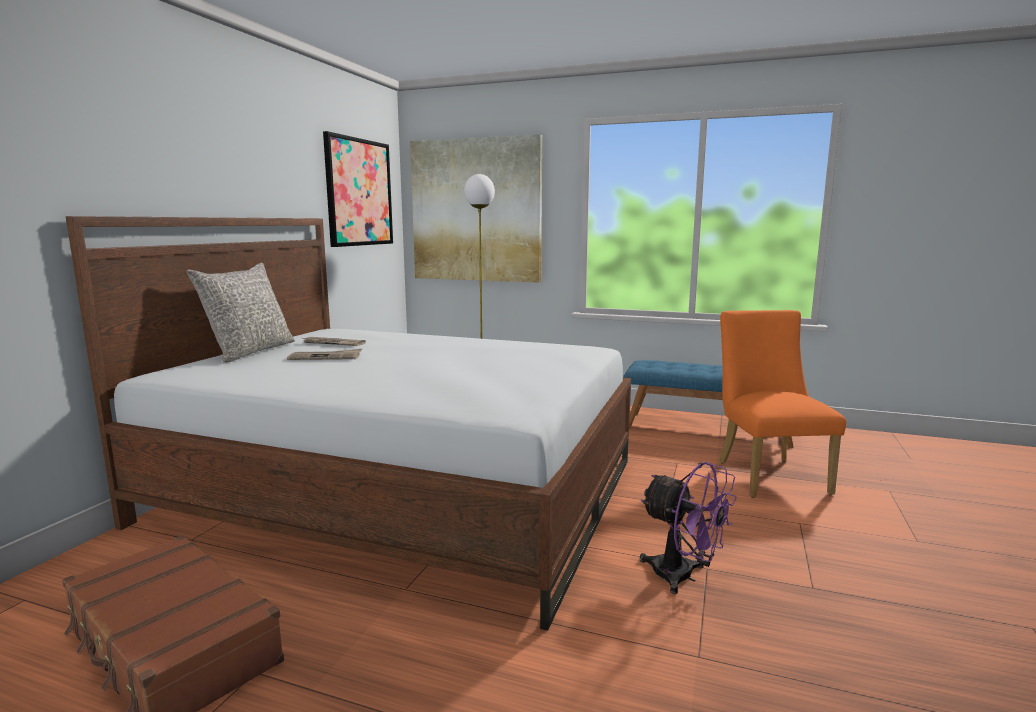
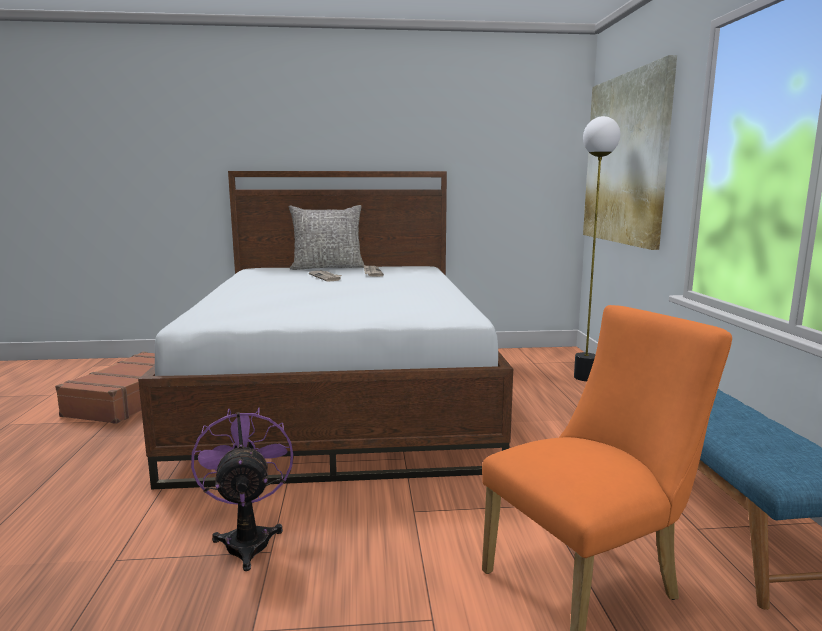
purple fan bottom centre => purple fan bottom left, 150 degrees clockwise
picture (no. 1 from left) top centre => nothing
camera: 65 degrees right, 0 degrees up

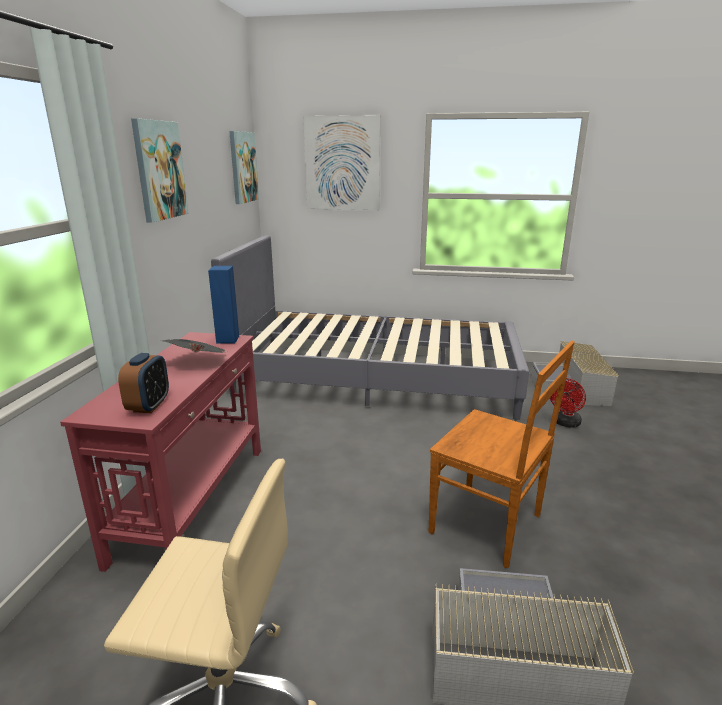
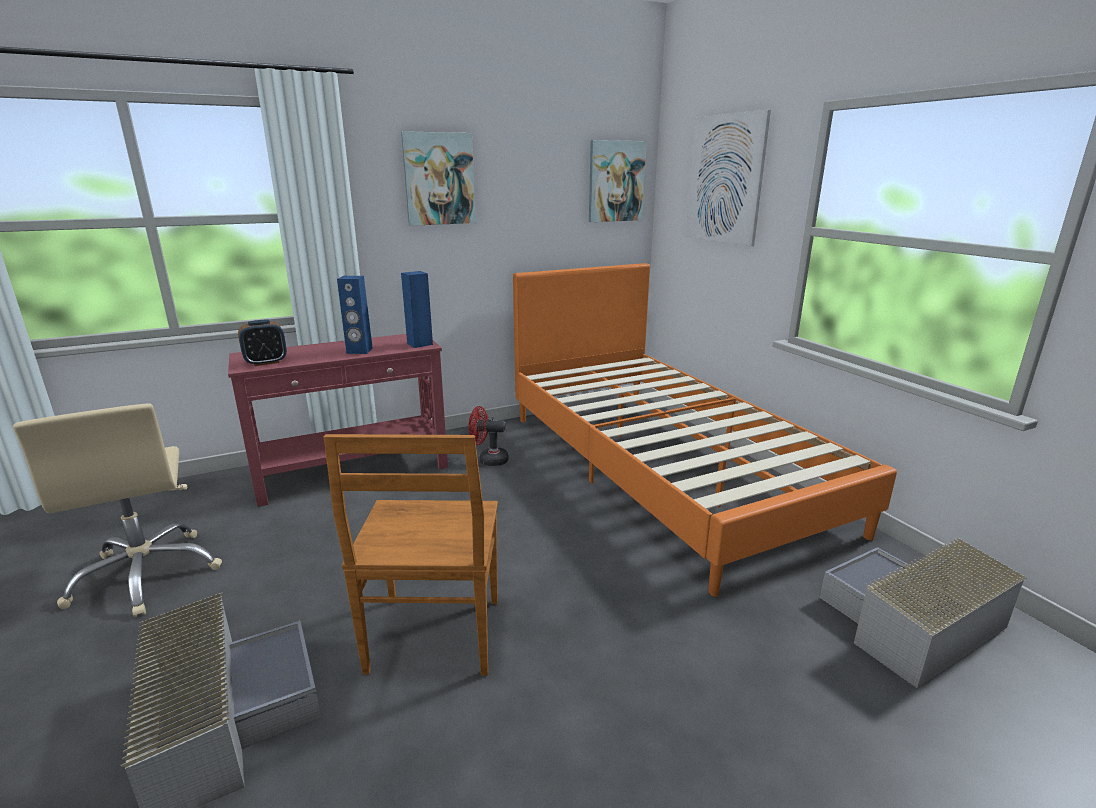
newspaper middle left => blue speaker (no. 1 from left) middle left
red fan middle right => red fan centre, relocated
grey bed centre => orange bed centre
camera: 55 degrees right, 0 degrees up

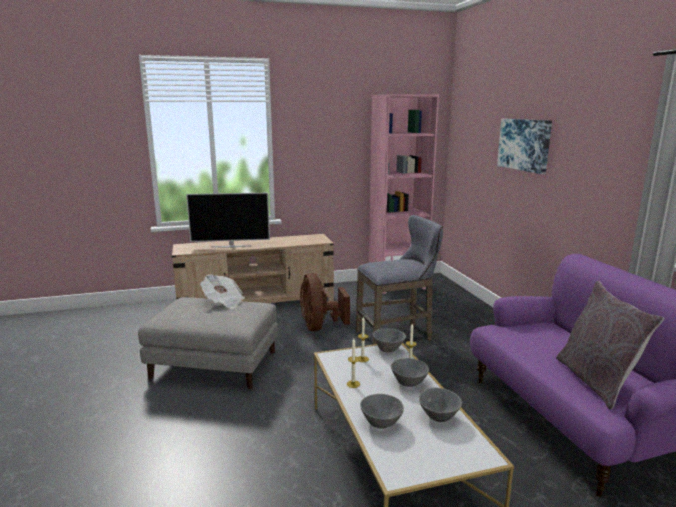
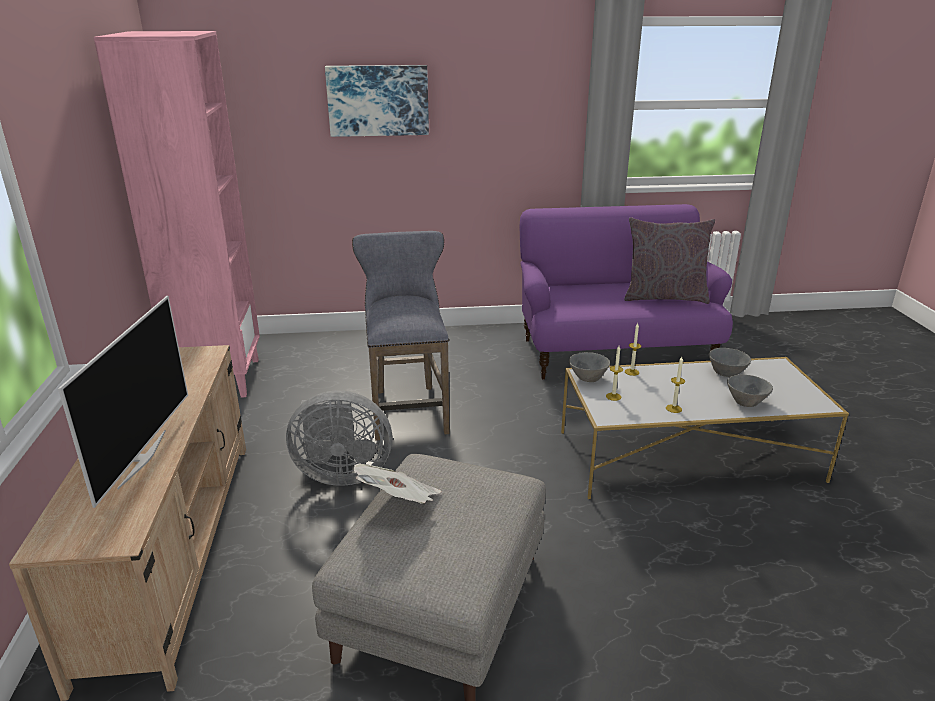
brown fan centre => grey fan centre
grey bowl (no. 3 from left) bottom centre => nothing
camera: 80 degrees left, 10 degrees up

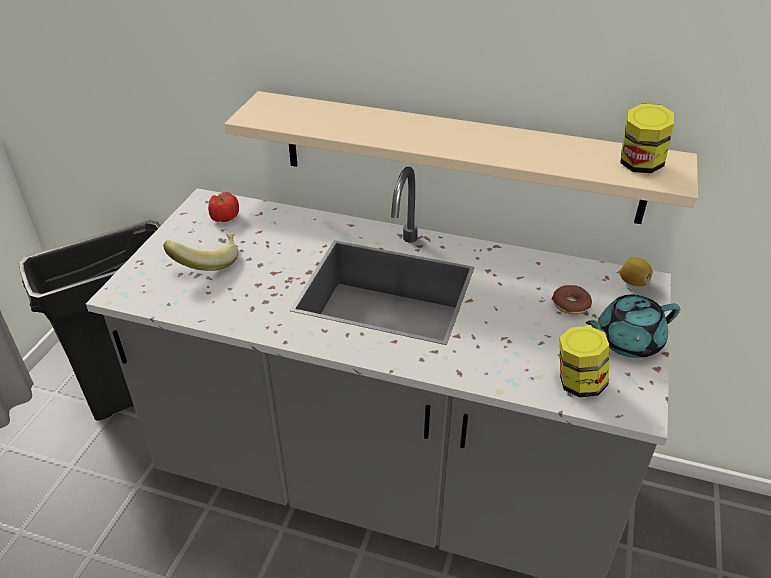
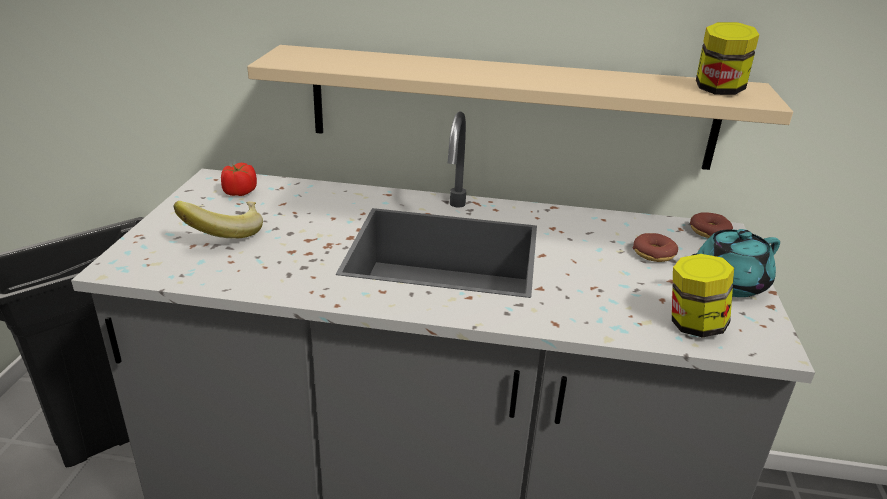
lemon middle right => donut (no. 2 from left) middle right
camera: 10 degrees left, 10 degrees down

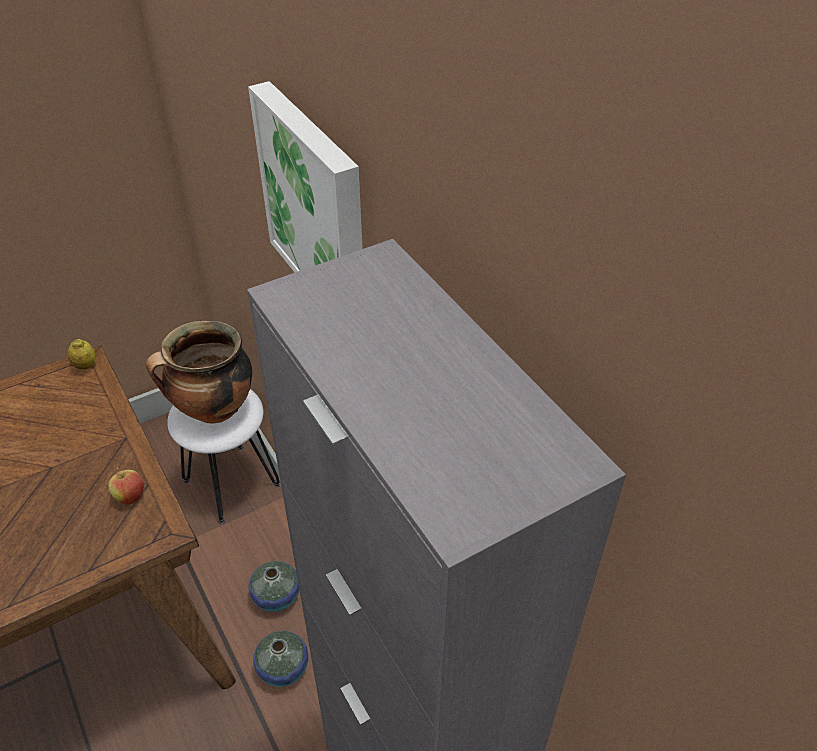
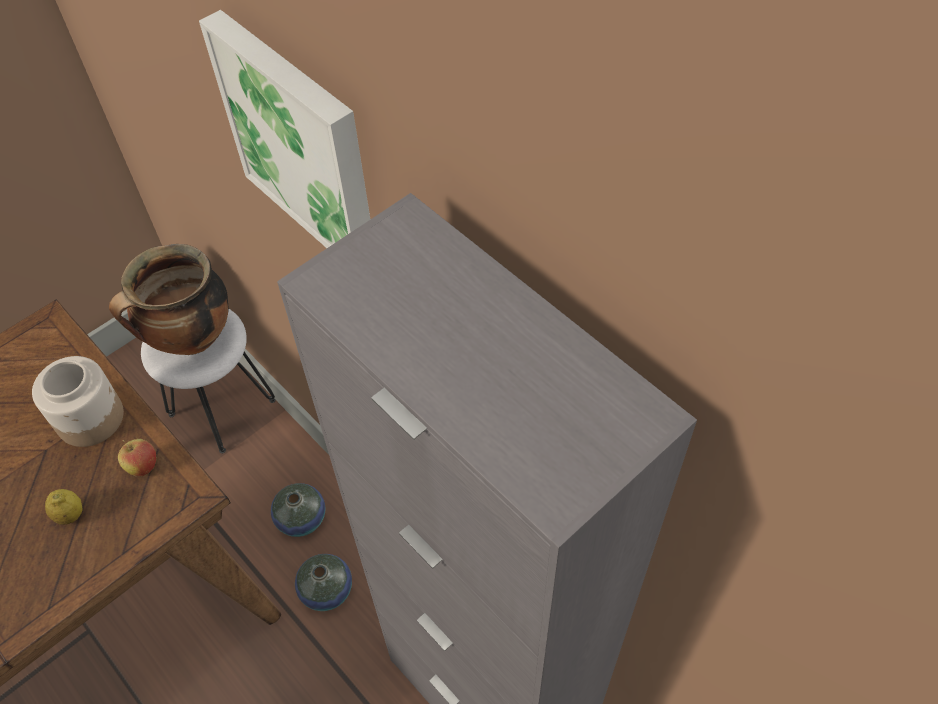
nothing => jar middle left
lemon middle left => lemon bottom left, relocated
camera: 10 degrees left, 10 degrees up

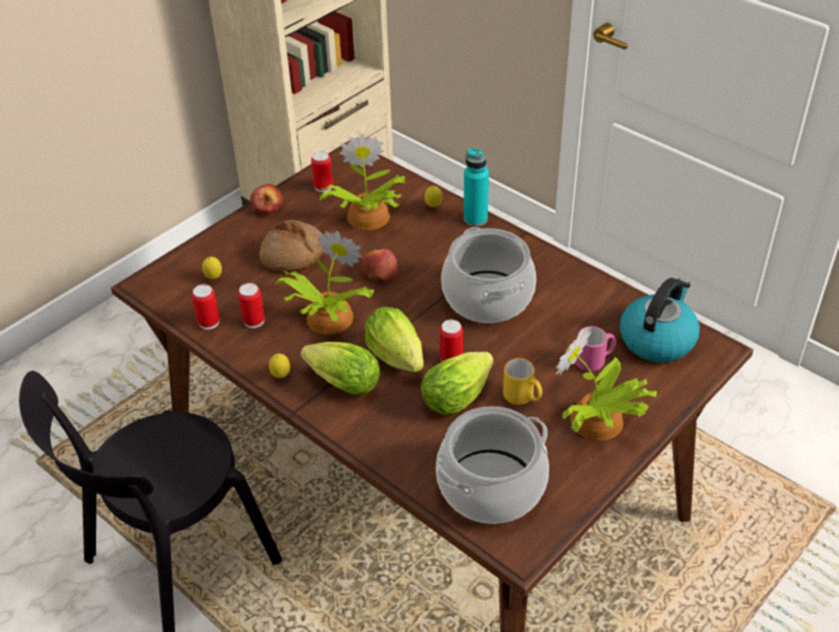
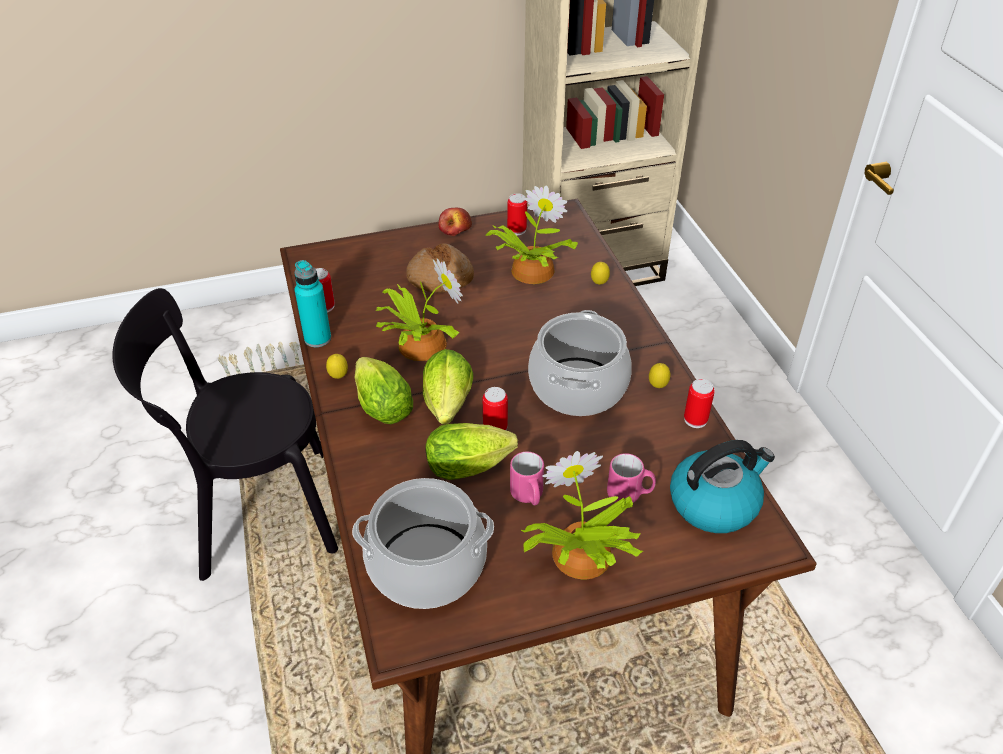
turquoise bottle top centre => turquoise bottle middle left, relocated
yellow mug centre => pink mug (no. 1 from left) centre
lemon (no. 1 from left in the first image) middle left => lemon (no. 3 from left) centre, relocated
can (no. 2 from left in the first image) middle left => can (no. 4 from left) middle right, relocated
apple (no. 2 from left) centre => nothing
camera: 30 degrees right, 0 degrees up

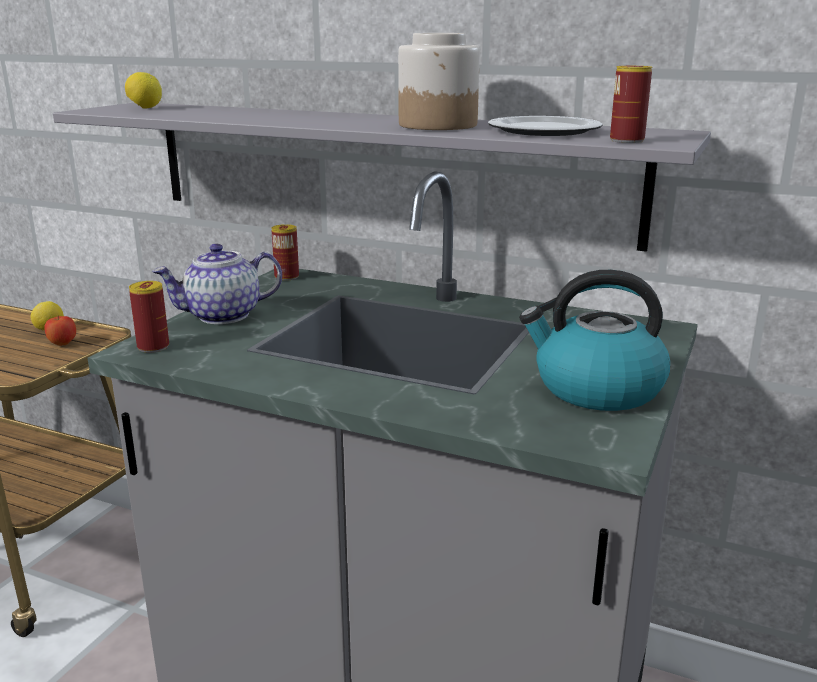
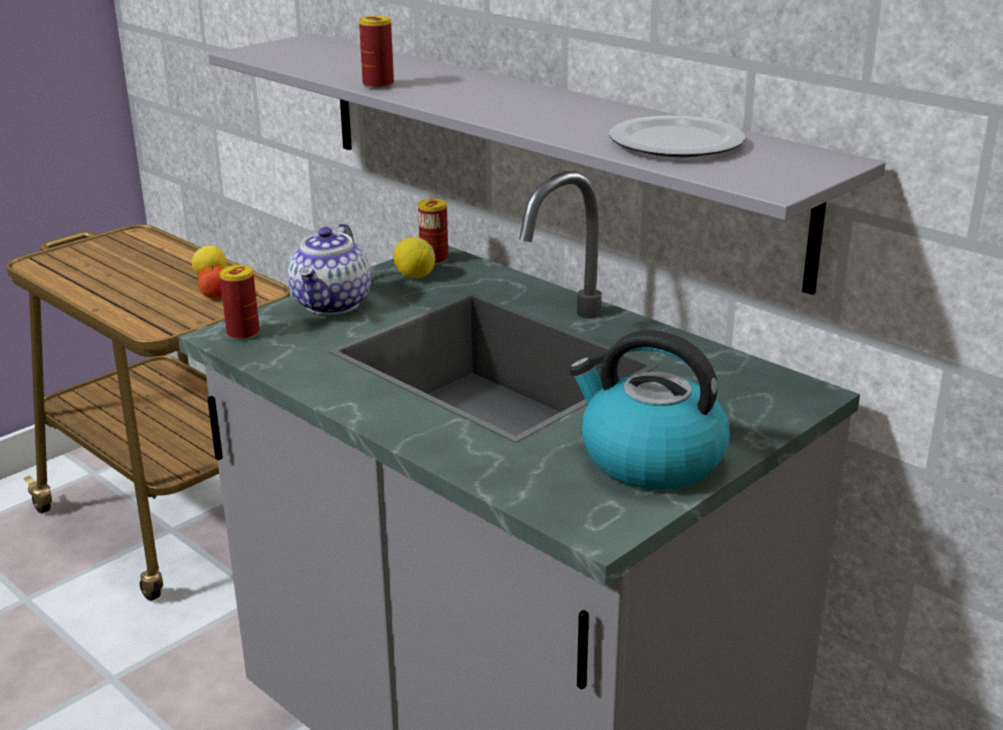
teapot middle left, 75 degrees counterclockwise
can (no. 3 from left in the first image) top right => can (no. 2 from left) top centre, relocated
lemon (no. 2 from left) top left => lemon (no. 2 from left) centre, relocated
jar top centre => nothing
camera: 20 degrees right, 5 degrees up

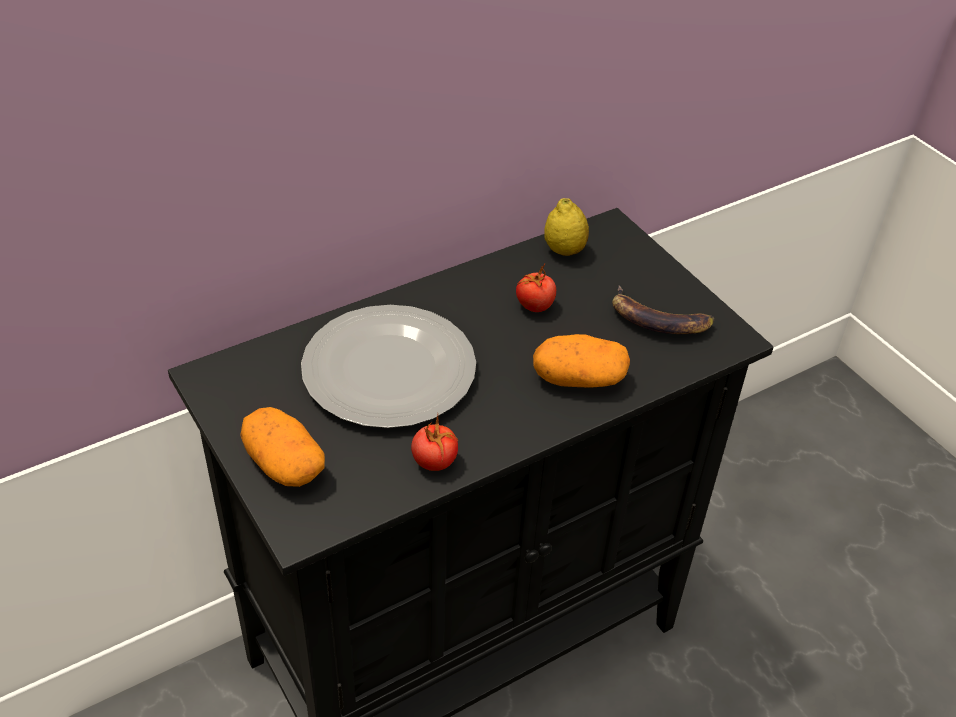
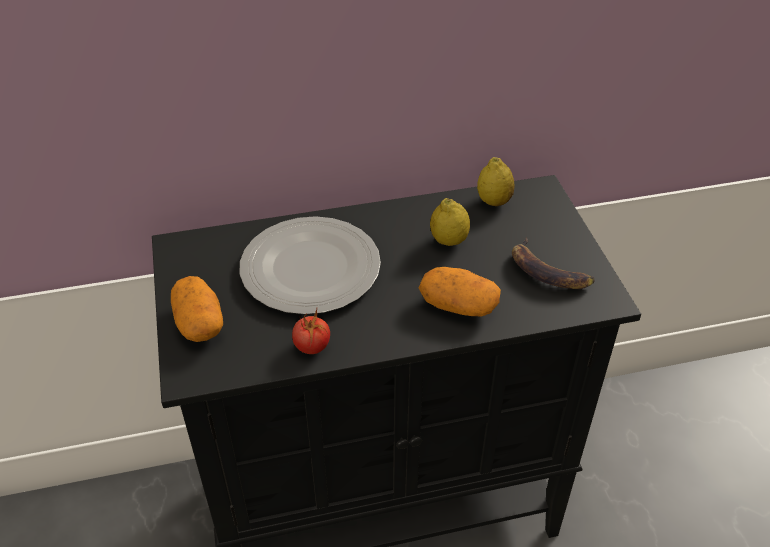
tomato (no. 2 from left) centre => lemon (no. 1 from left) centre
camera: 20 degrees right, 0 degrees up

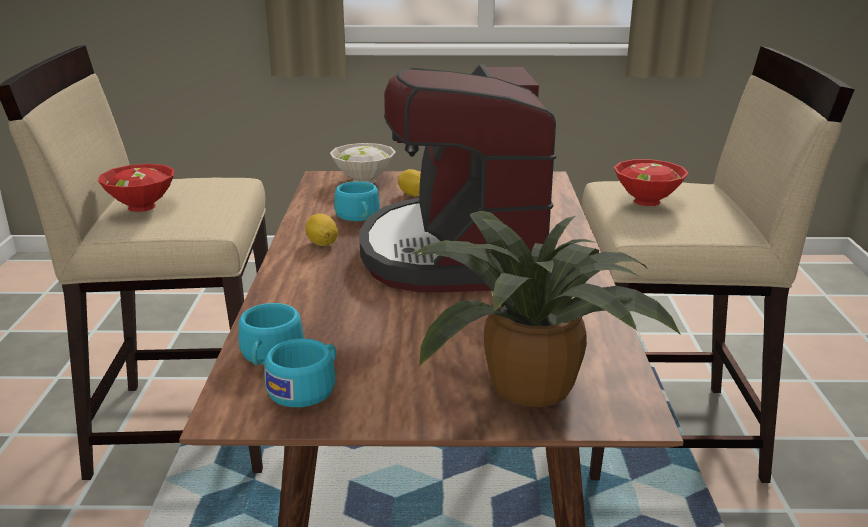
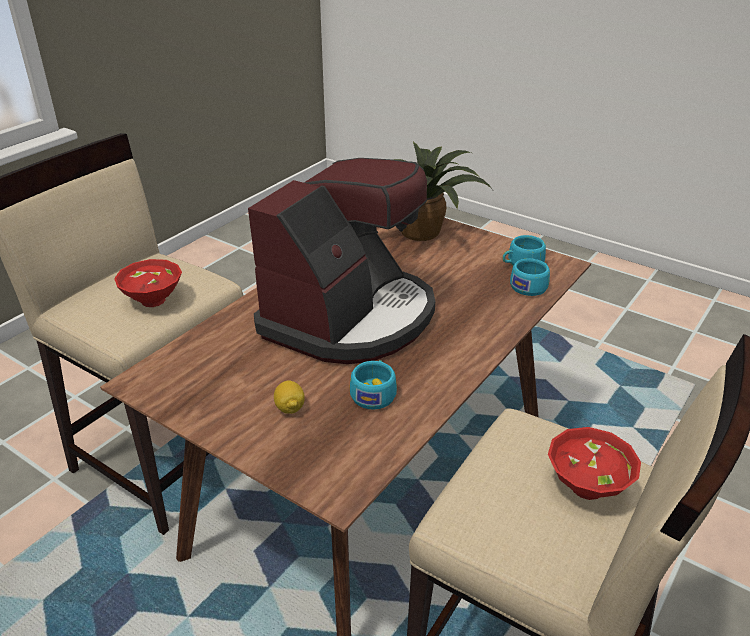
lemon (no. 1 from left) centre => nothing
white bowl top centre => nothing
camera: 145 degrees left, 10 degrees up

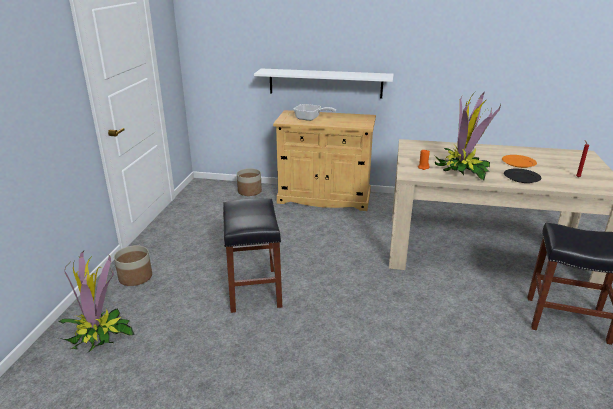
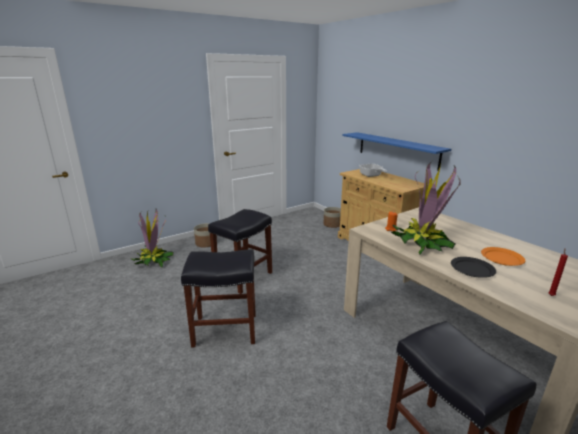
nothing => black stool (no. 1 from left) bottom centre
white shelf top centre => blue shelf middle right
camera: 45 degrees right, 5 degrees down

